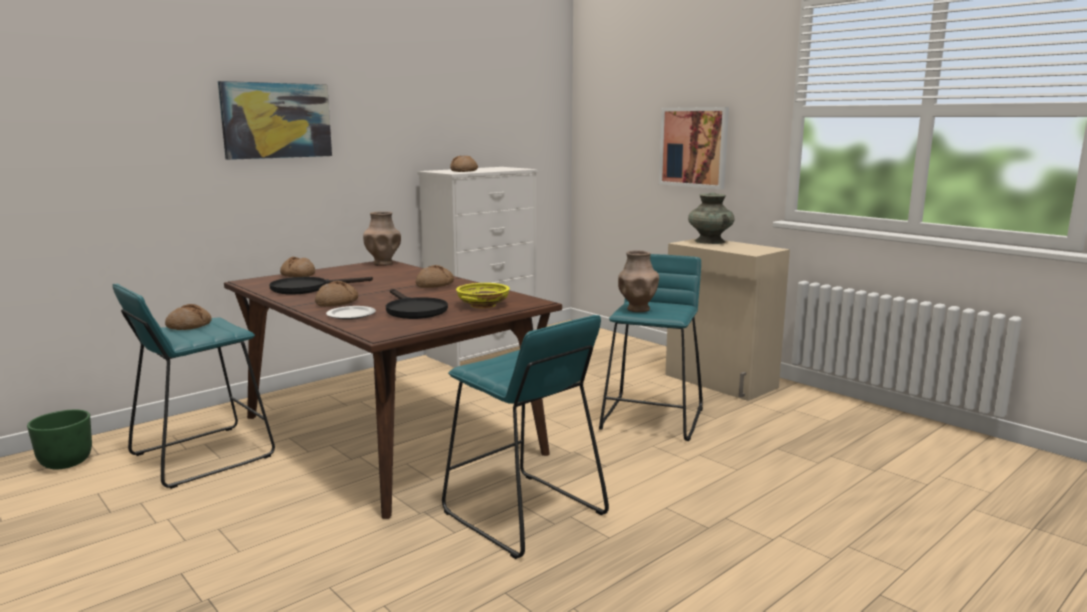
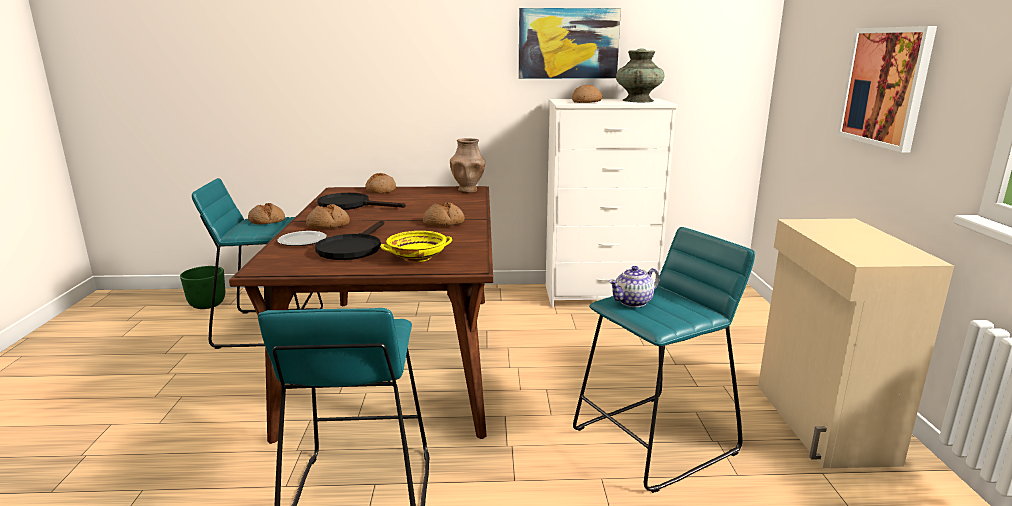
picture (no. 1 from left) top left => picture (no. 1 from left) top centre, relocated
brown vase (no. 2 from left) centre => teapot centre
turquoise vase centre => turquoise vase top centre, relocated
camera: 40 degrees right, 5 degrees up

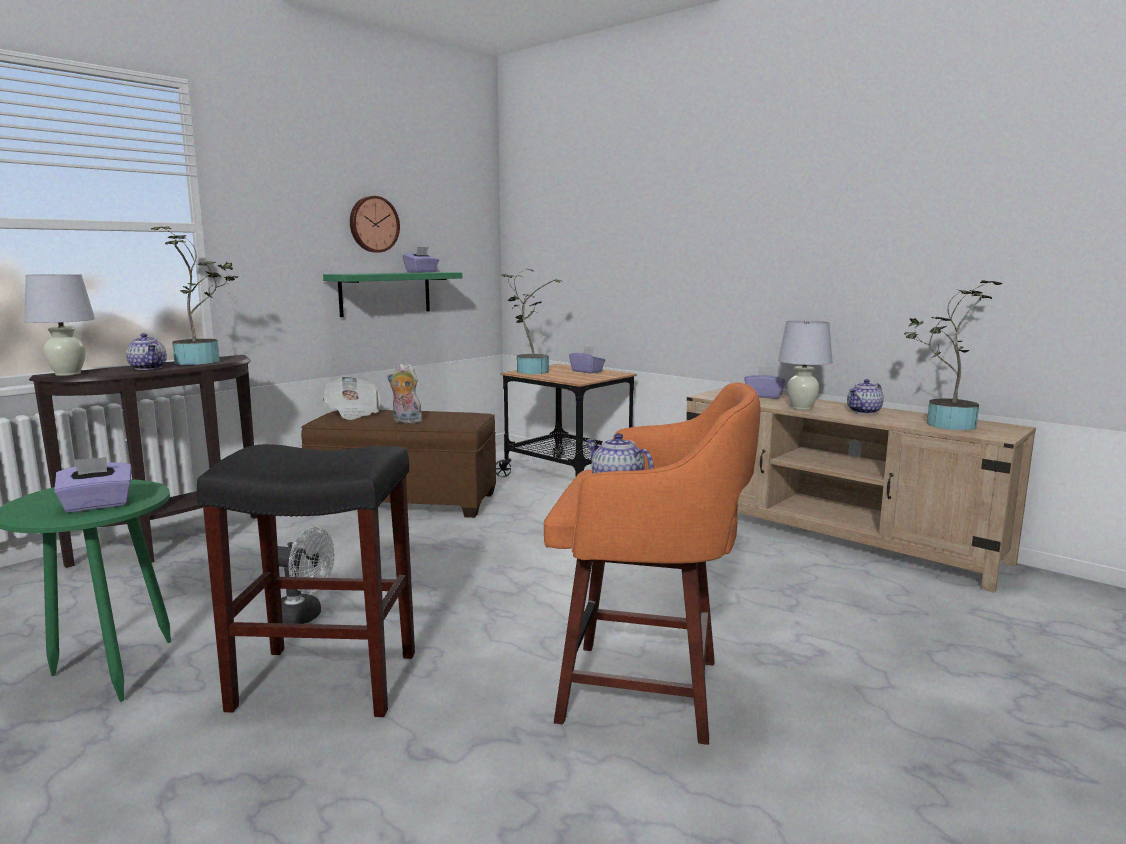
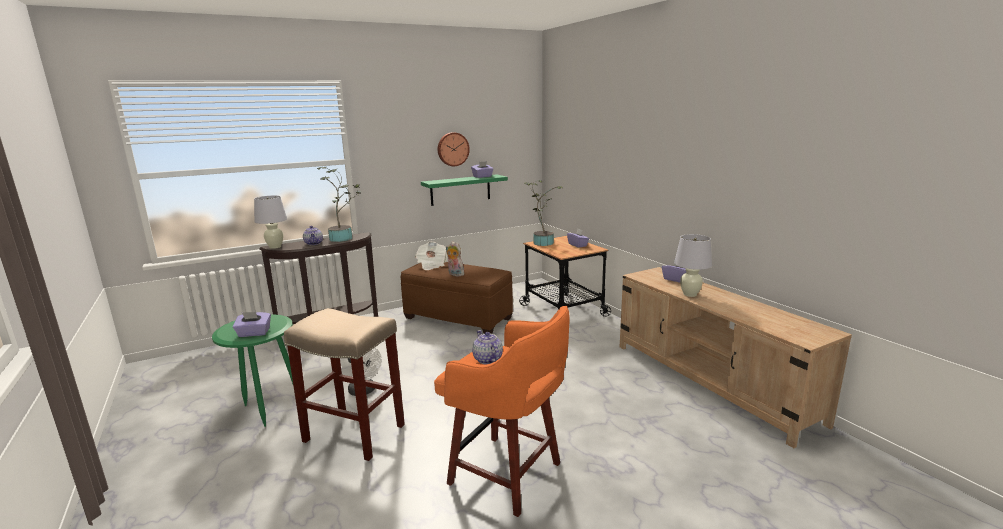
black stool bottom left => beige stool bottom centre
teapot (no. 3 from left) middle right => nothing
potted plant (no. 3 from left) middle right => nothing
camera: 20 degrees right, 5 degrees up

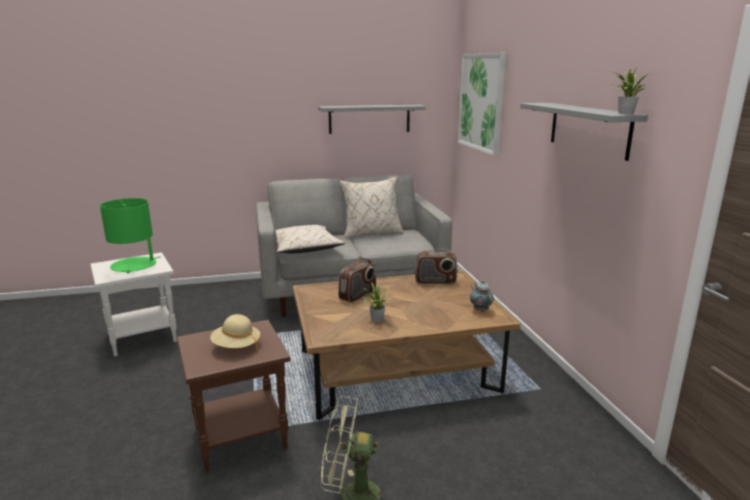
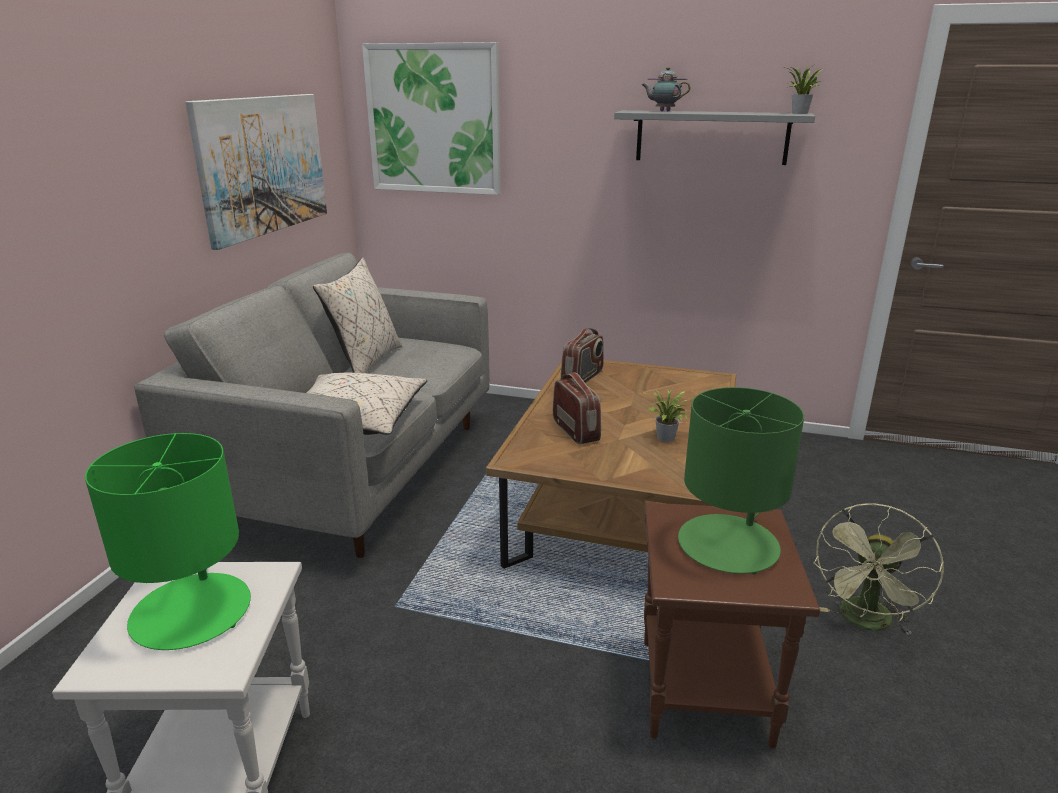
grey shelf (no. 1 from left) top centre => picture (no. 1 from left) top left
teapot centre => teapot top centre, relocated
beige hat middle left => green table lamp (no. 2 from left) middle right
camera: 60 degrees left, 5 degrees up

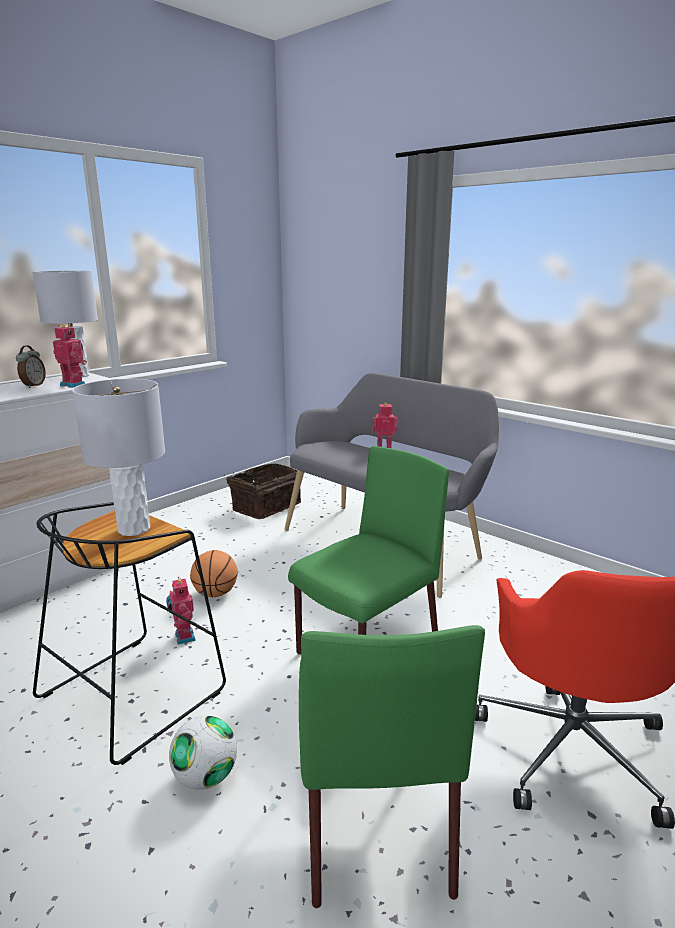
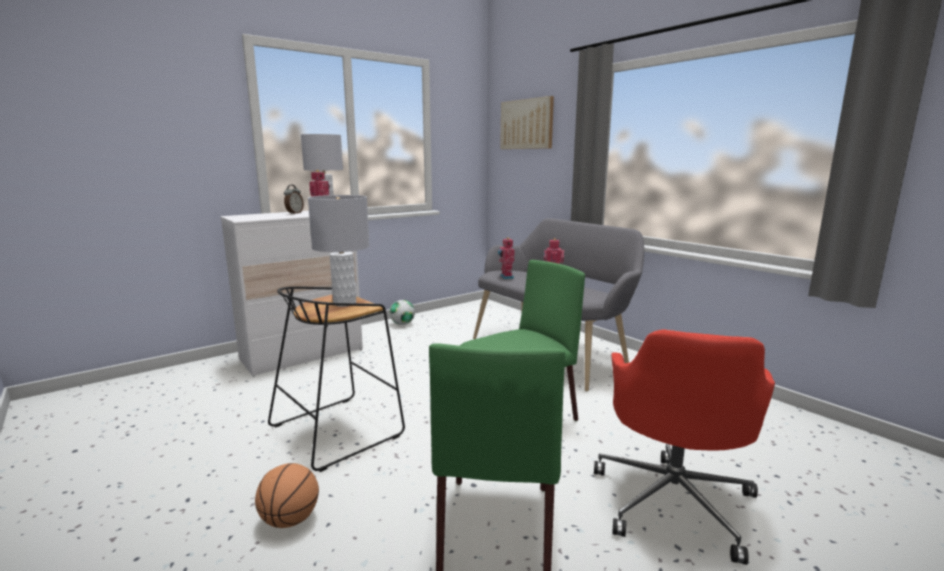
basketball middle left => basketball bottom left, relocated
football bottom left => football centre, relocated
toy robot (no. 2 from left) middle left => toy robot (no. 2 from left) centre, relocated
nothing => picture top centre
basket centre => nothing
camera: 10 degrees right, 5 degrees down

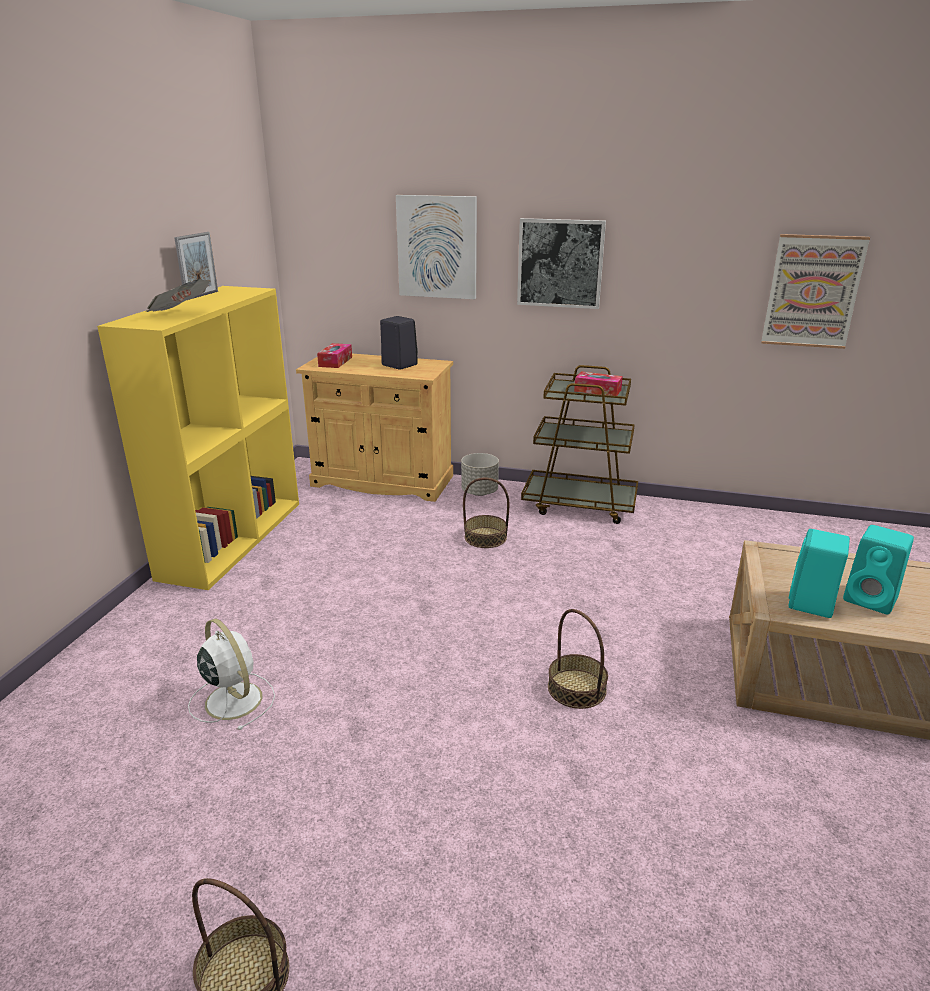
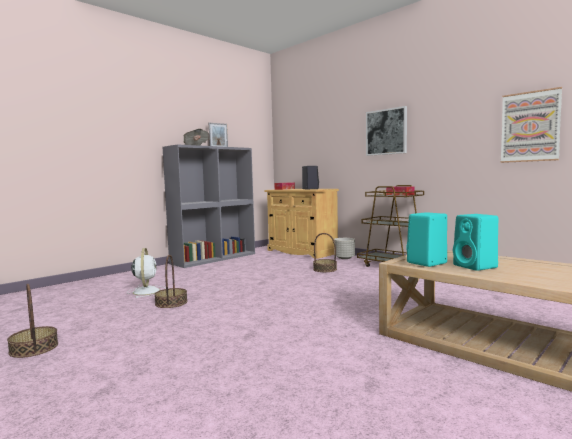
basket (no. 3 from left in the first image) centre => basket (no. 2 from left) middle left, relocated
yellow bookcase middle left => grey bookcase centre
picture (no. 1 from left) top centre => nothing
camera: 30 degrees right, 20 degrees down

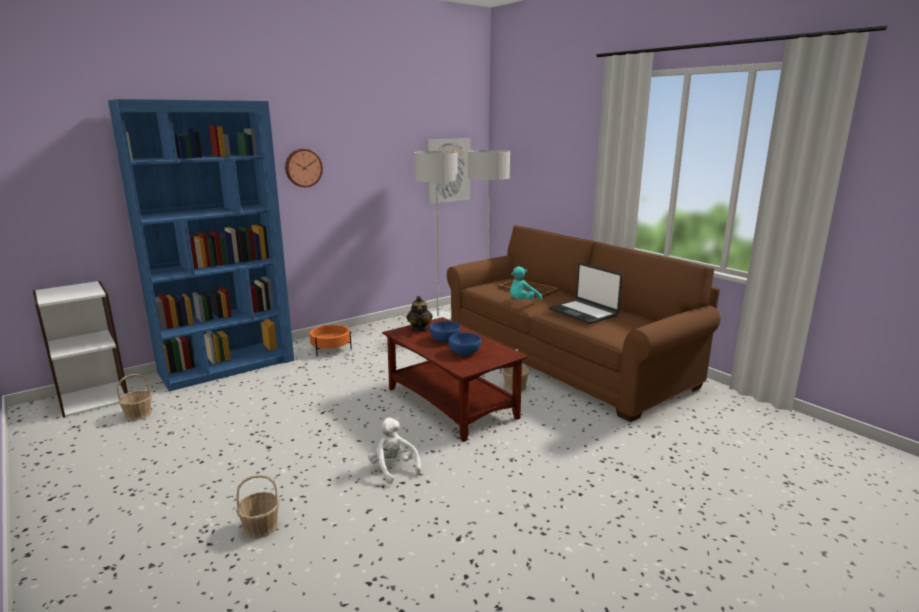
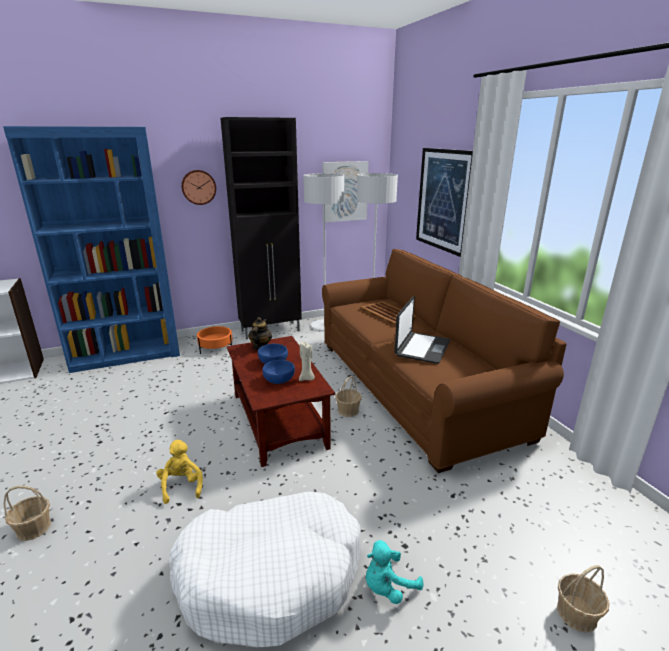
white plush toy bottom centre => yellow plush toy bottom left
nothing => white dog bed bottom centre
nothing => black cabinet centre
nothing => beige candle centre
turquoise plush toy centre => turquoise plush toy bottom centre, relocated
laptop centre, 135 degrees counterclockwise
nothing => picture (no. 2 from left) top centre
basket (no. 1 from left in the first image) middle left => basket (no. 3 from left) bottom right, relocated
camera: 15 degrees right, 5 degrees up

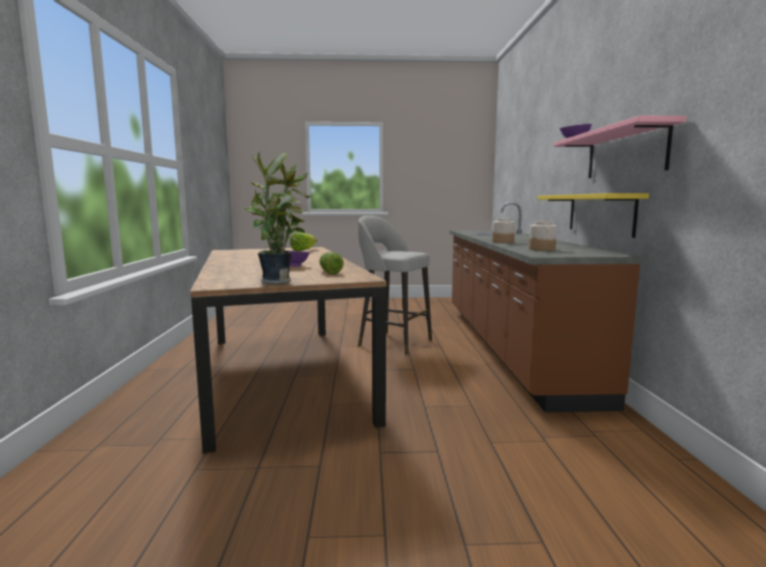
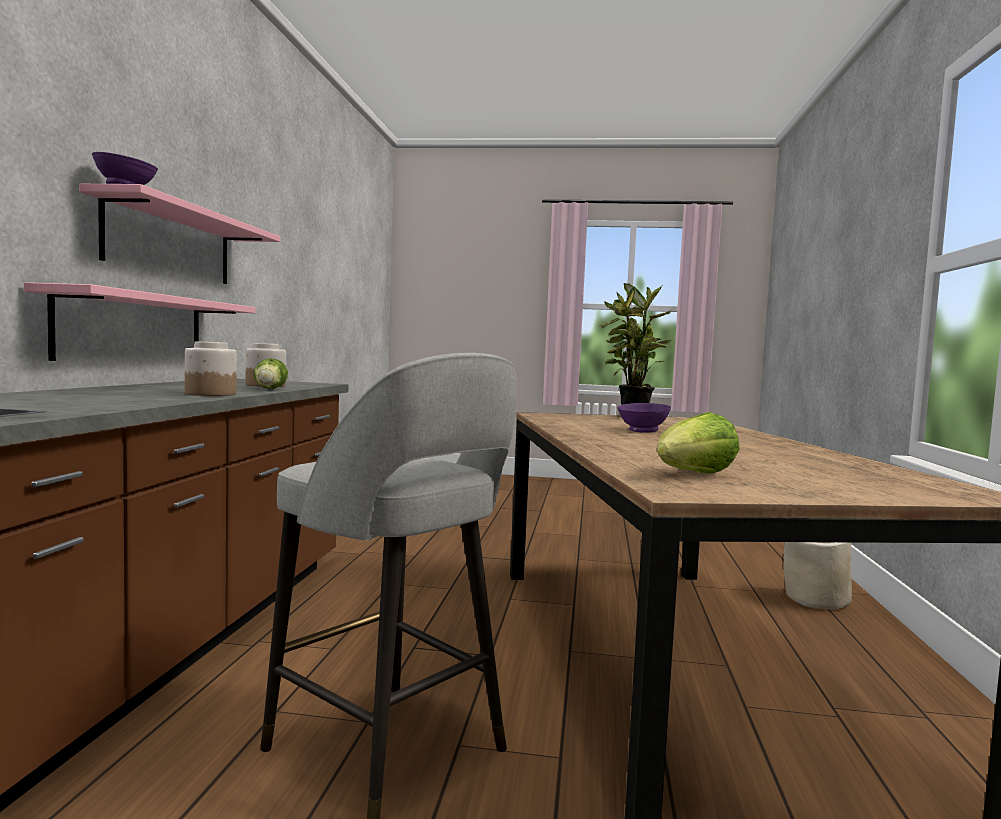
yellow shelf middle right => pink shelf (no. 1 from left) middle left
lettuce (no. 2 from left in the first image) centre => lettuce (no. 1 from left) middle left, relocated
nothing => beige planter bottom right
camera: 170 degrees left, 5 degrees down

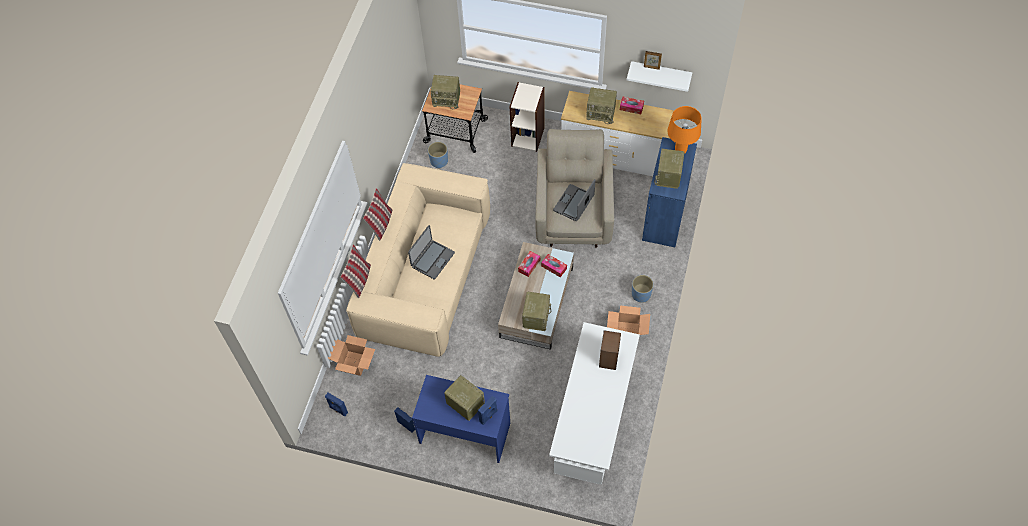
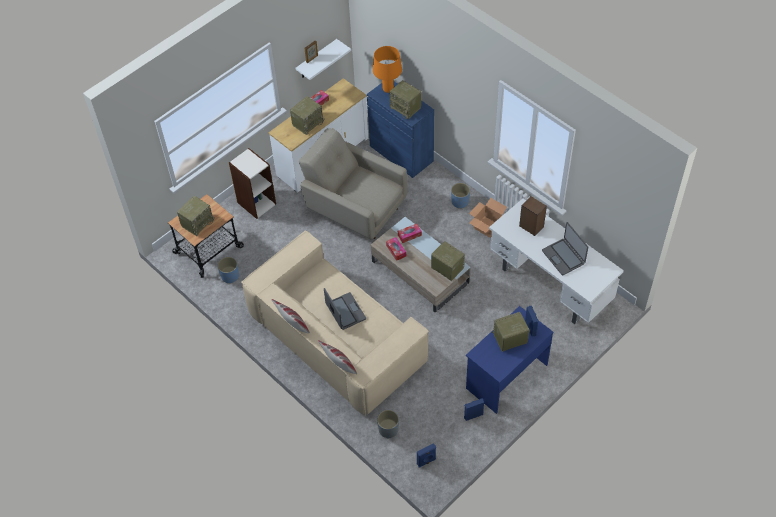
cardboard box (no. 1 from left) bottom centre => grey planter bottom centre
laptop (no. 2 from left) centre => laptop (no. 2 from left) middle right, relocated
camera: 60 degrees left, 5 degrees down

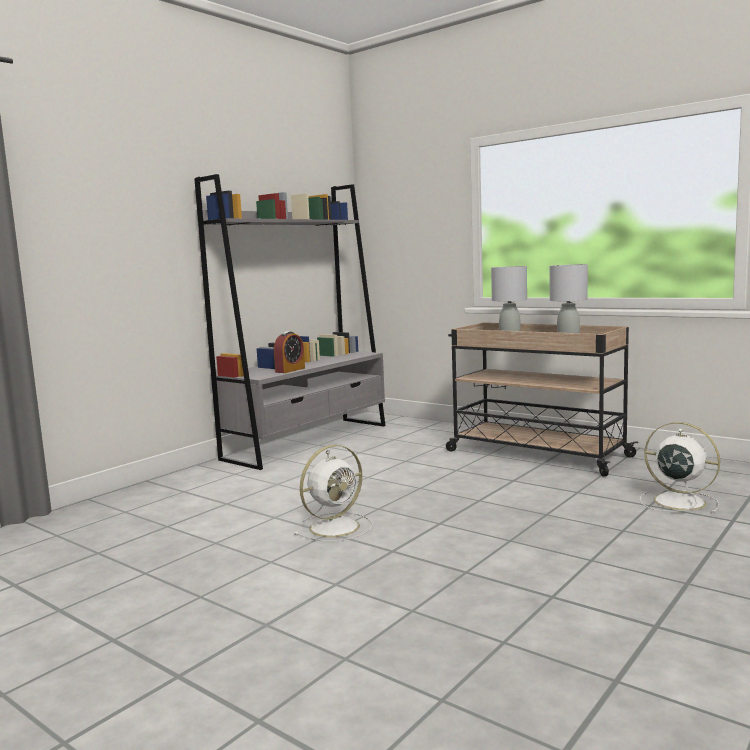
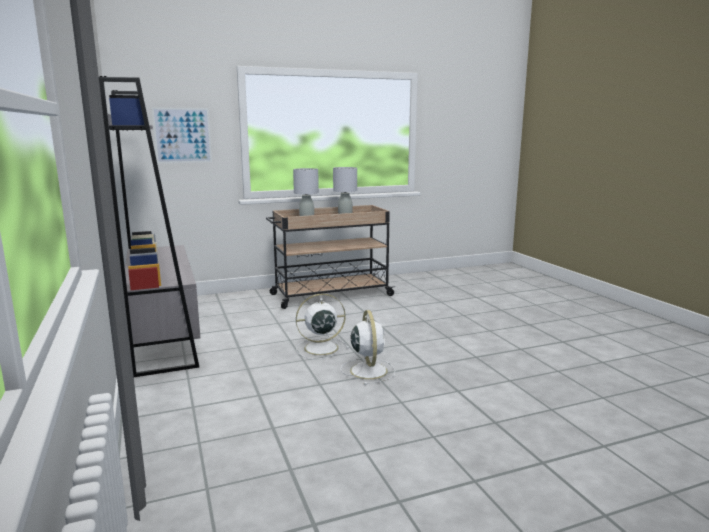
nothing => picture top left
white fan (no. 2 from left in the first image) middle right => white fan (no. 1 from left) centre, relocated
alarm clock centre => nothing
camera: 60 degrees left, 5 degrees up

